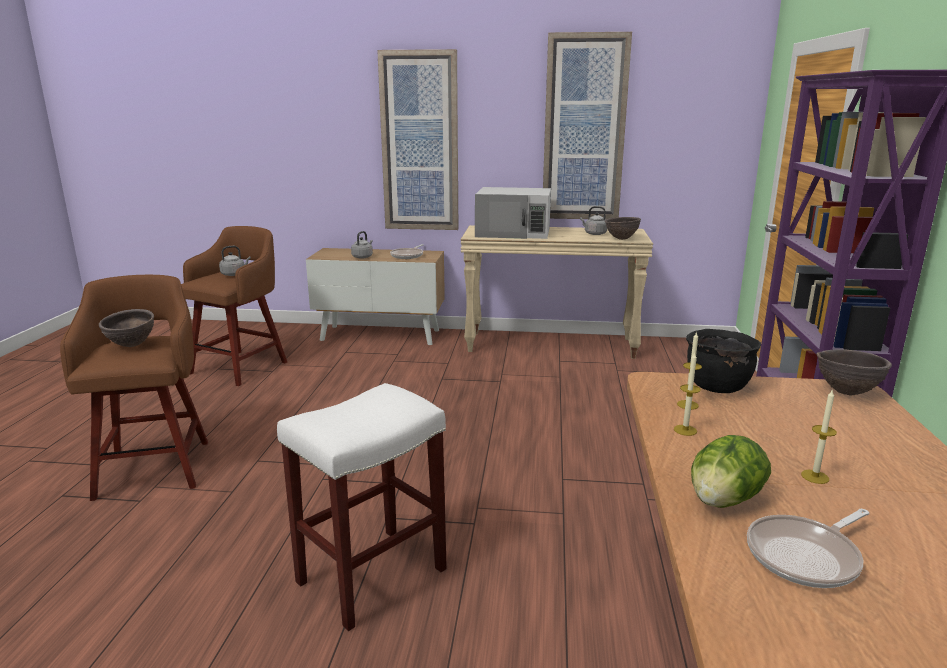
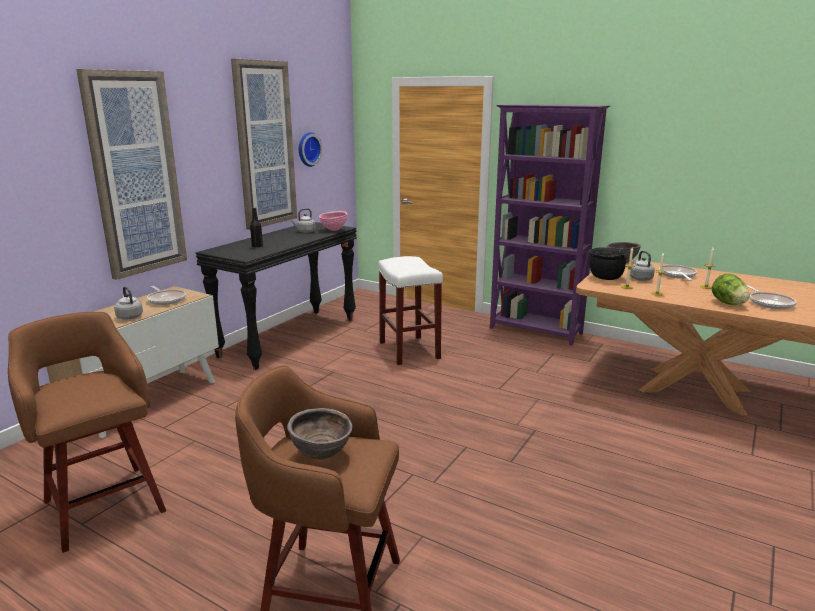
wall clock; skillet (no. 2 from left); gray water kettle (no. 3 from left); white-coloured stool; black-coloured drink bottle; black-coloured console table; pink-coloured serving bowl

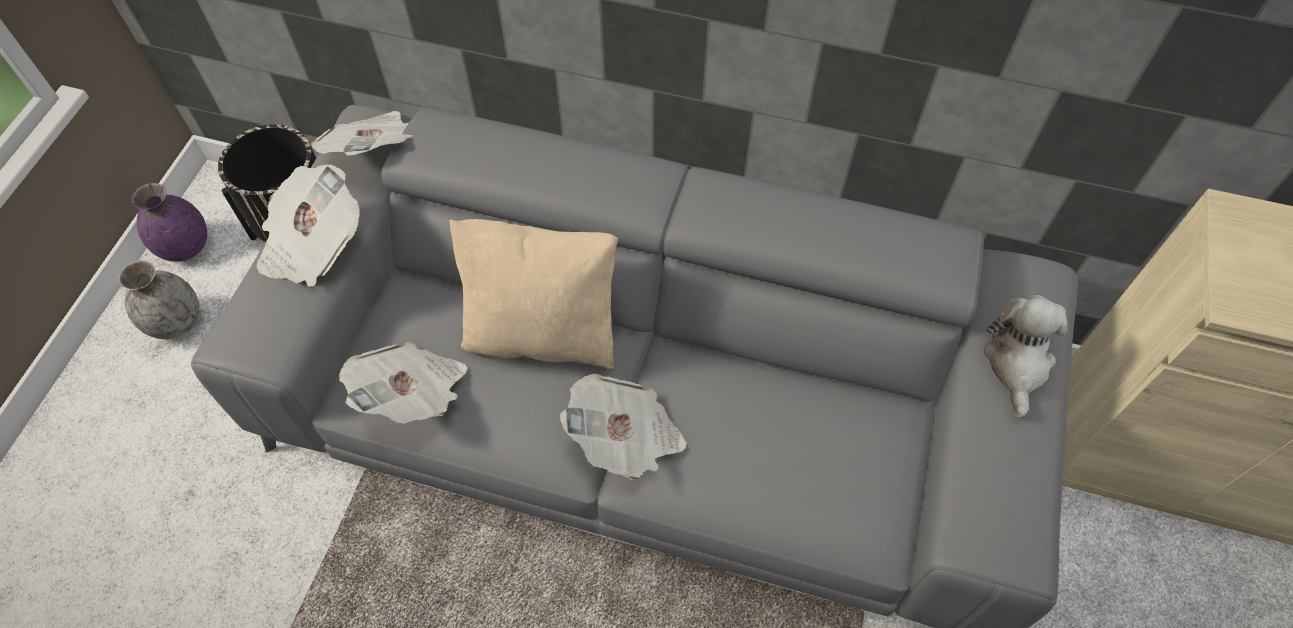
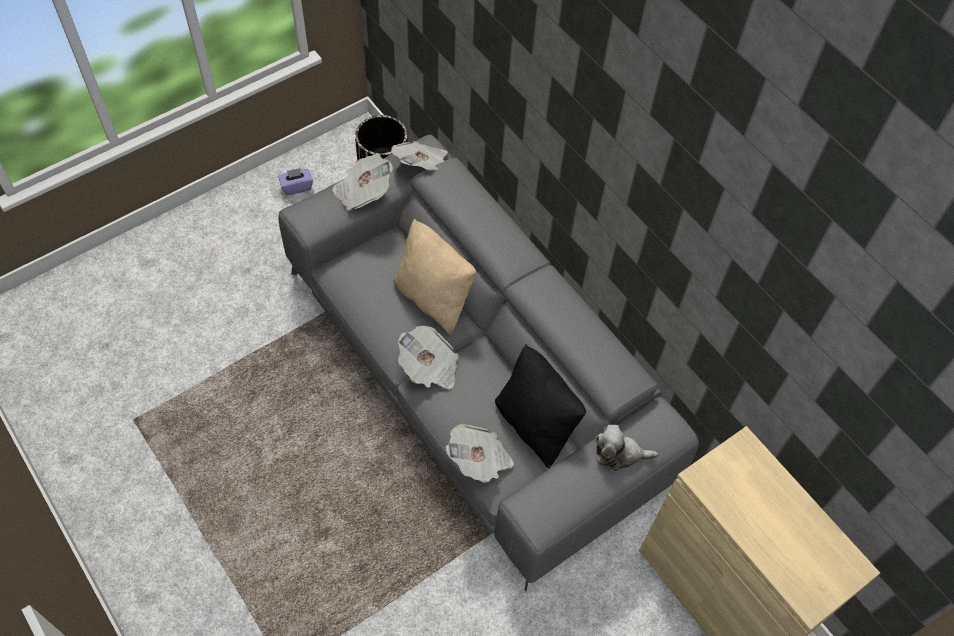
purplish vase; black-coloured throw pillow; printed paper (no. 4 from left); purplish tissue holder; cuddly toy

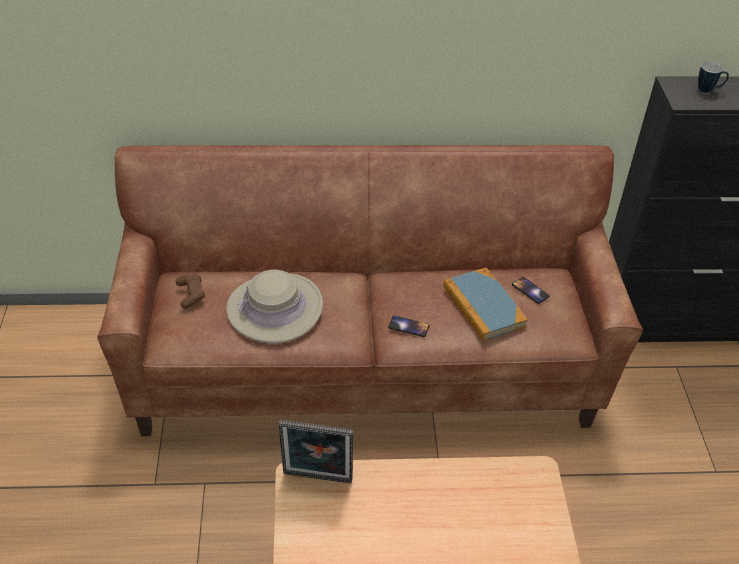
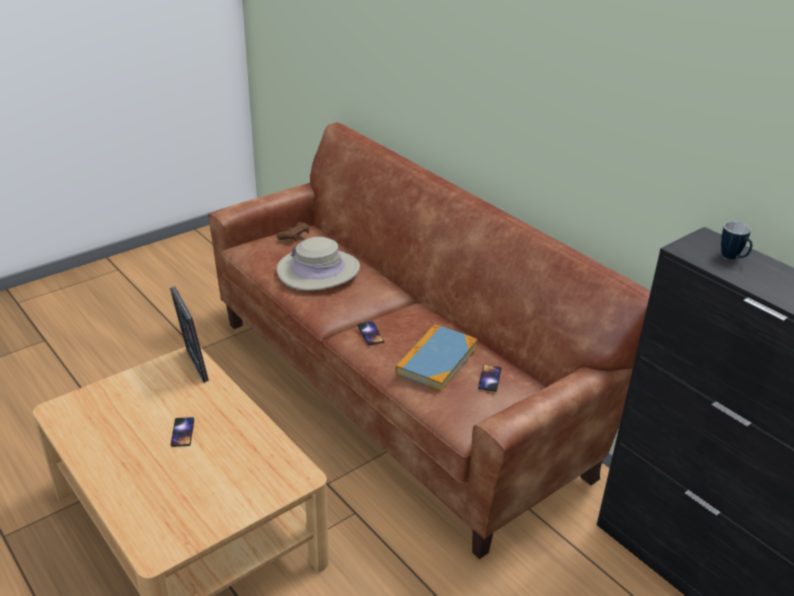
phone (no. 1 from left)

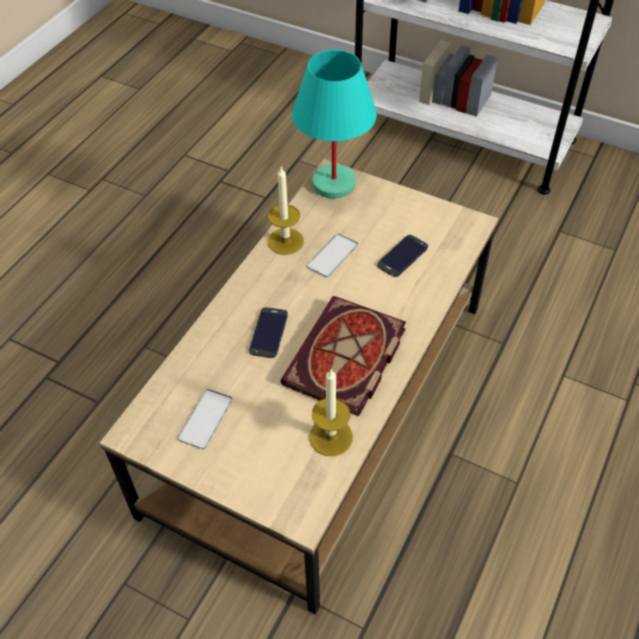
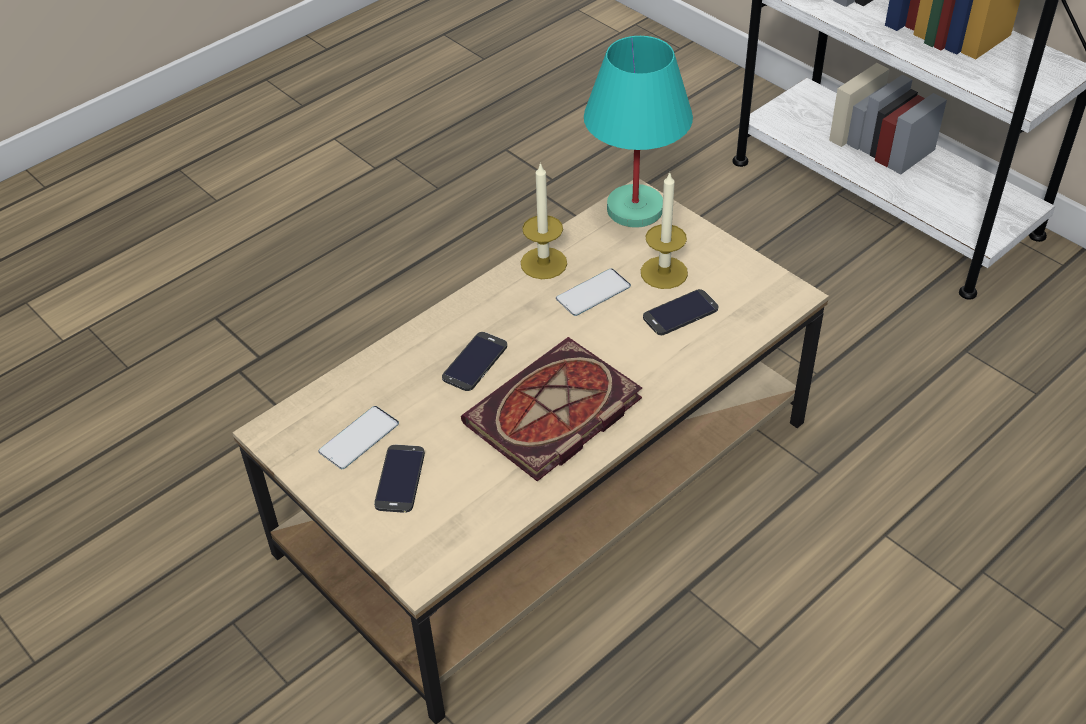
phone (no. 2 from left); wax light (no. 2 from left)

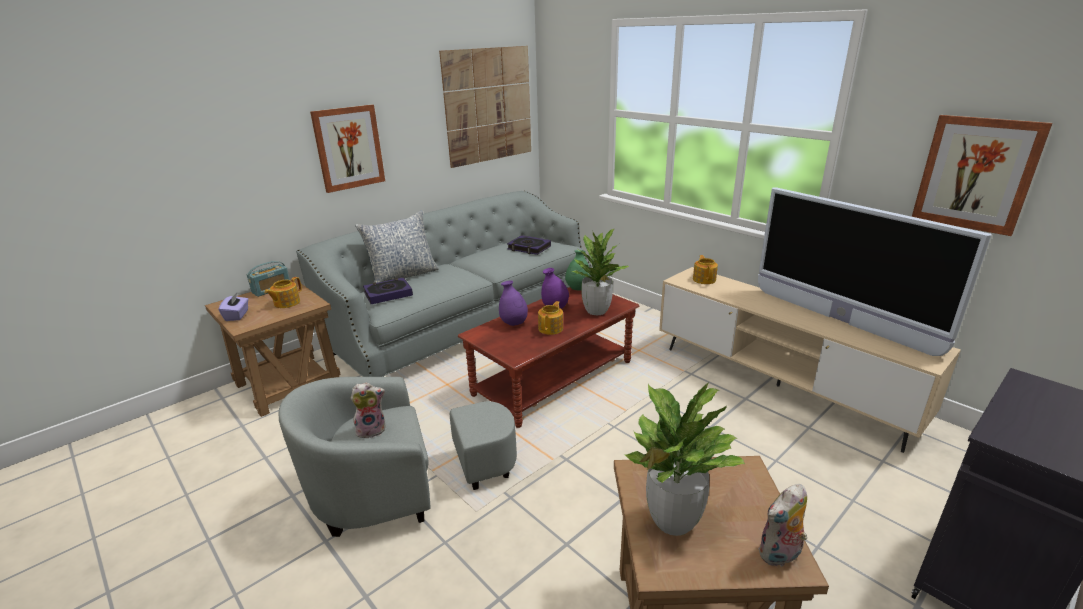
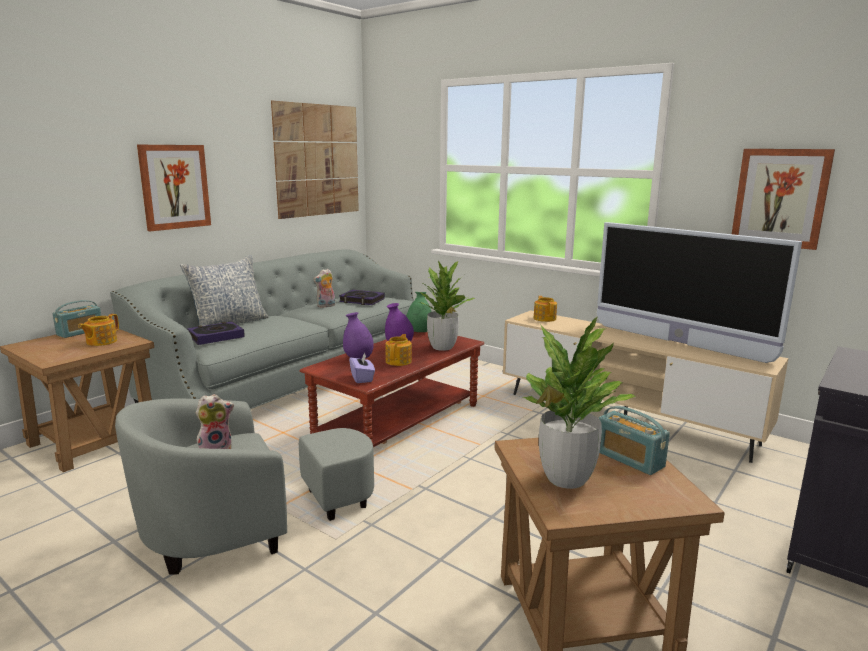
radio (no. 2 from left); purplish tissue holder; cuddly toy (no. 2 from left)

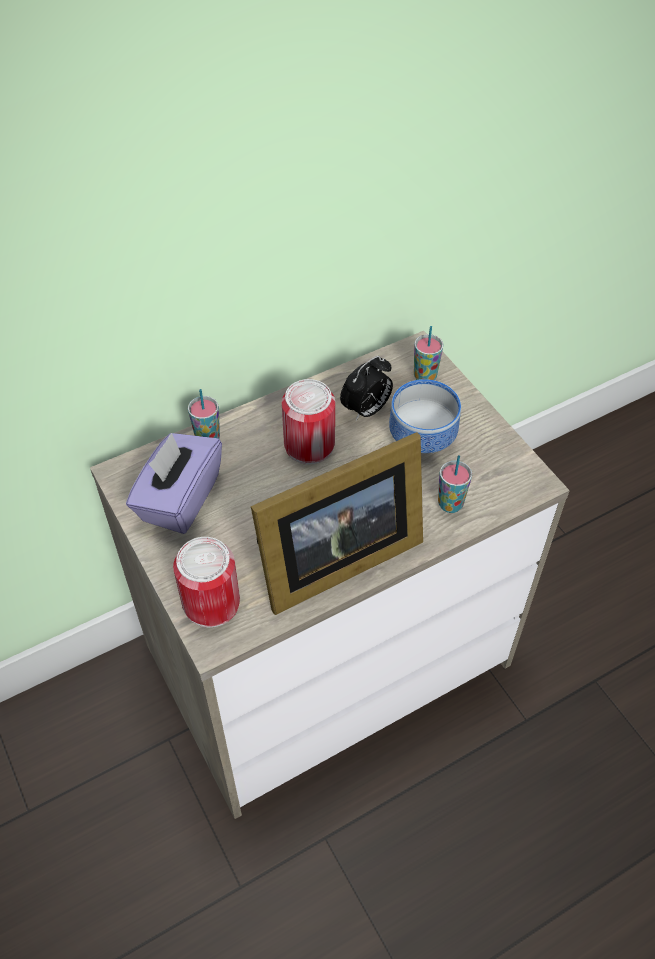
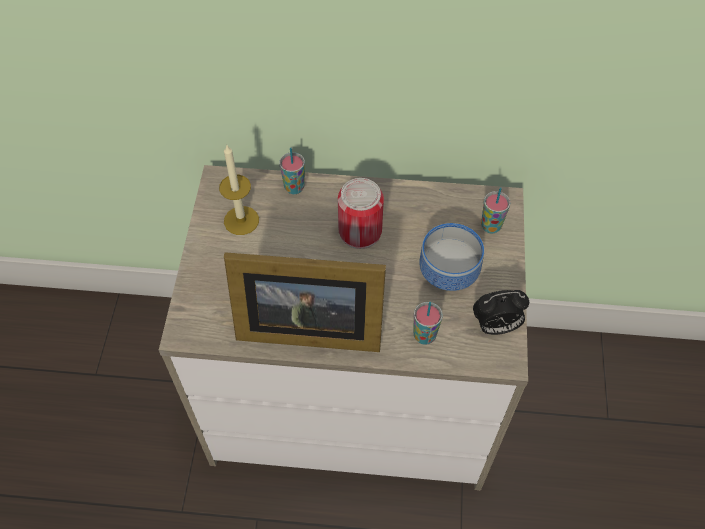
can (no. 1 from left in the first image); bedside clock; wax light

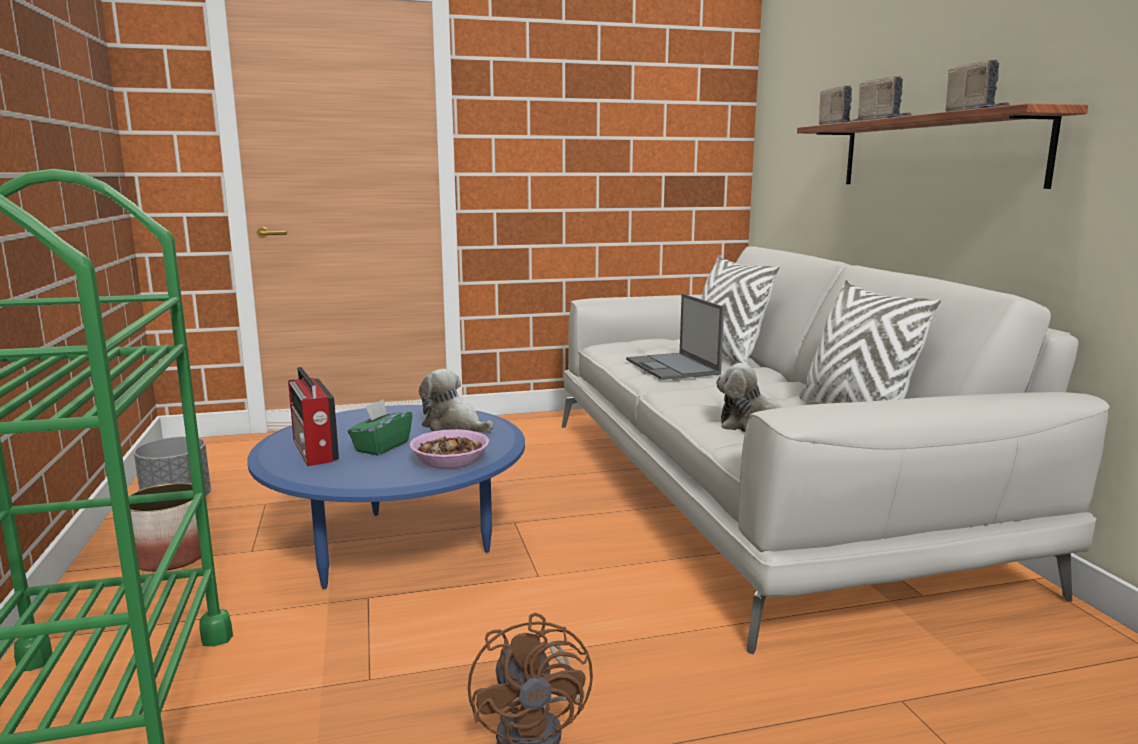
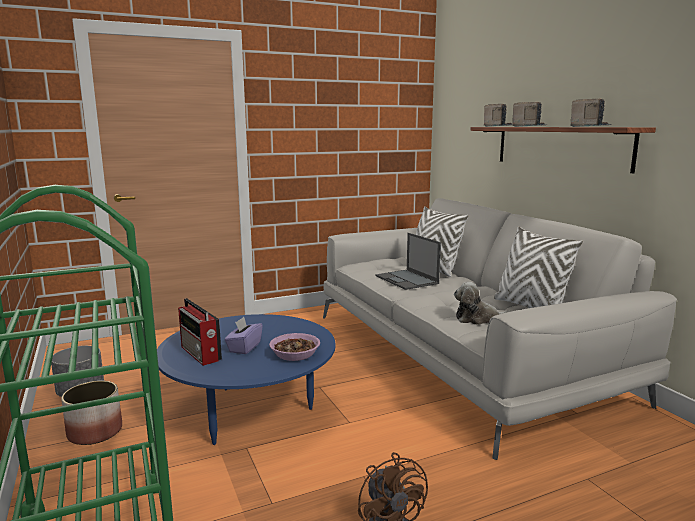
cuddly toy (no. 1 from left in the first image); purplish tissue holder

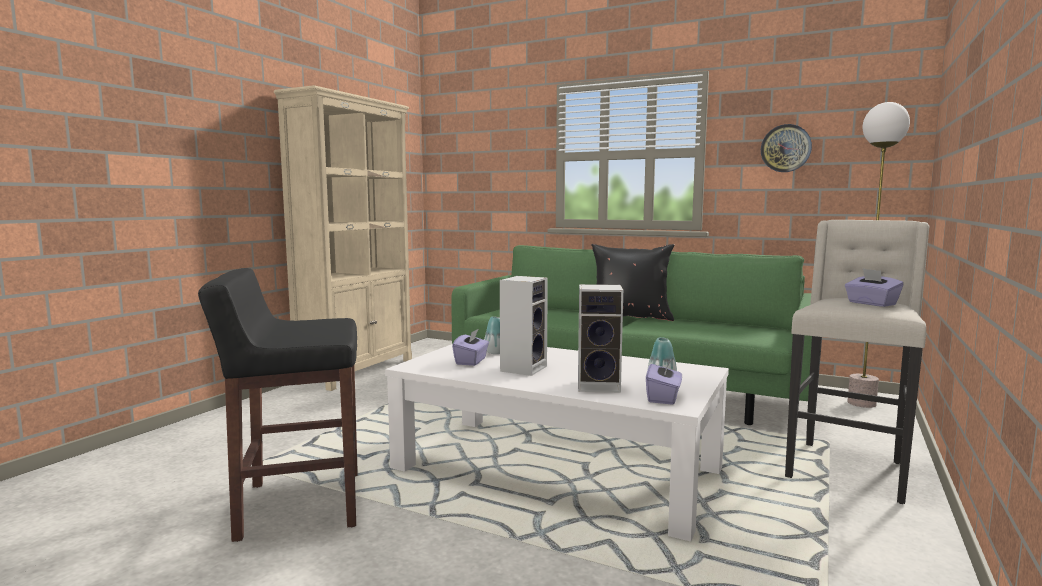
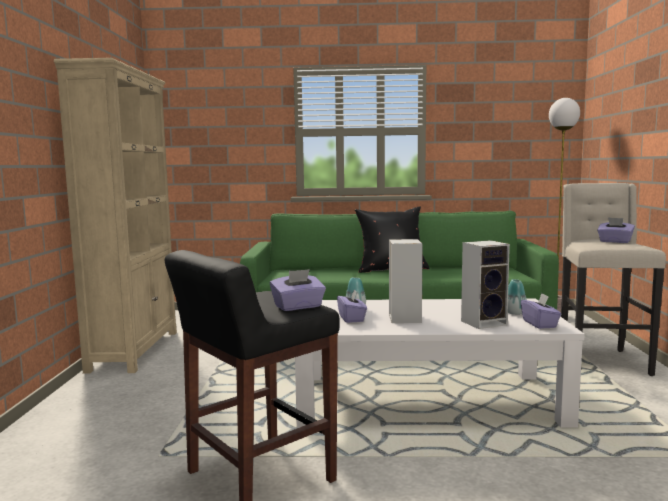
wall clock; purplish tissue holder (no. 1 from left)

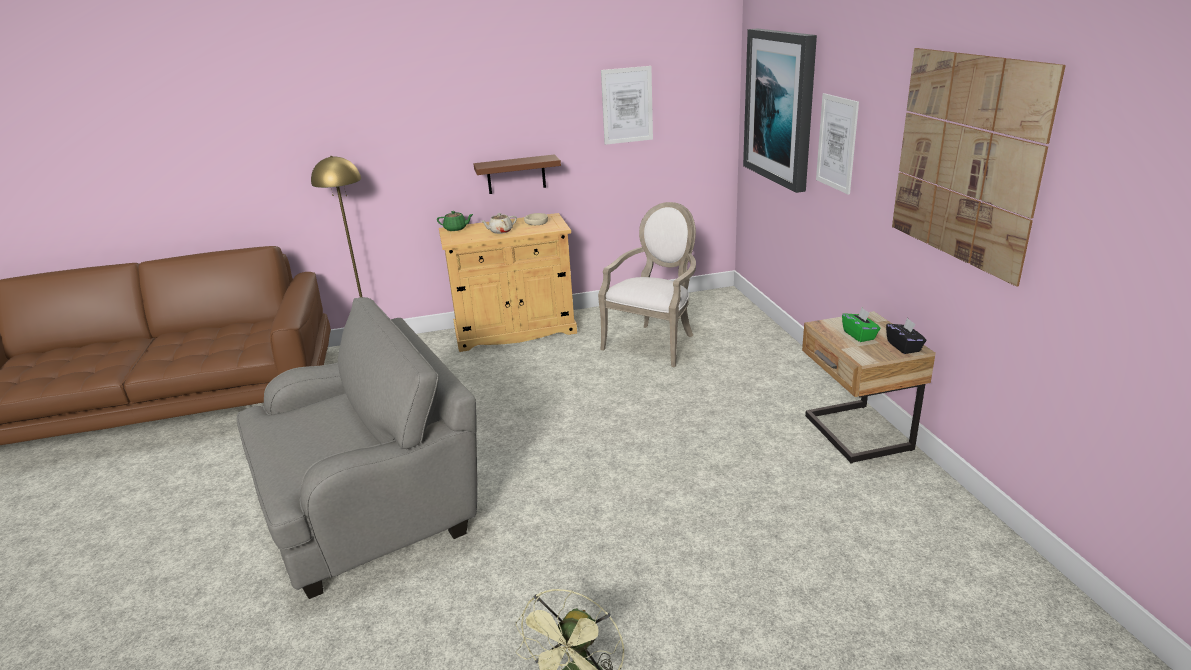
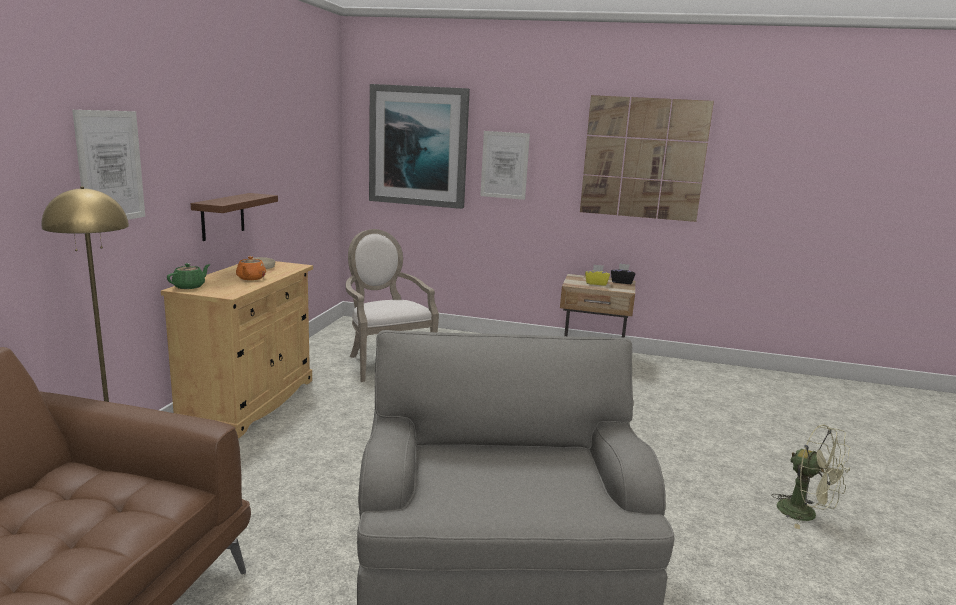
wall picture (no. 1 from left); orangey teapot; yellow tissue holder

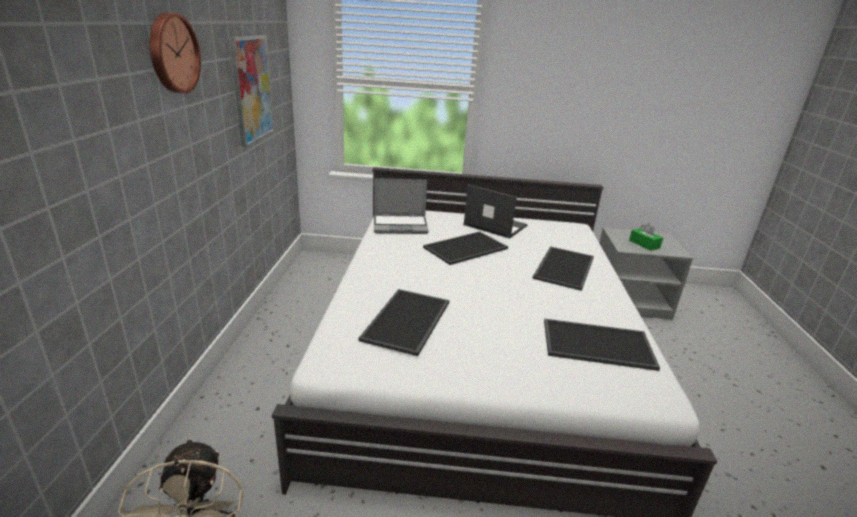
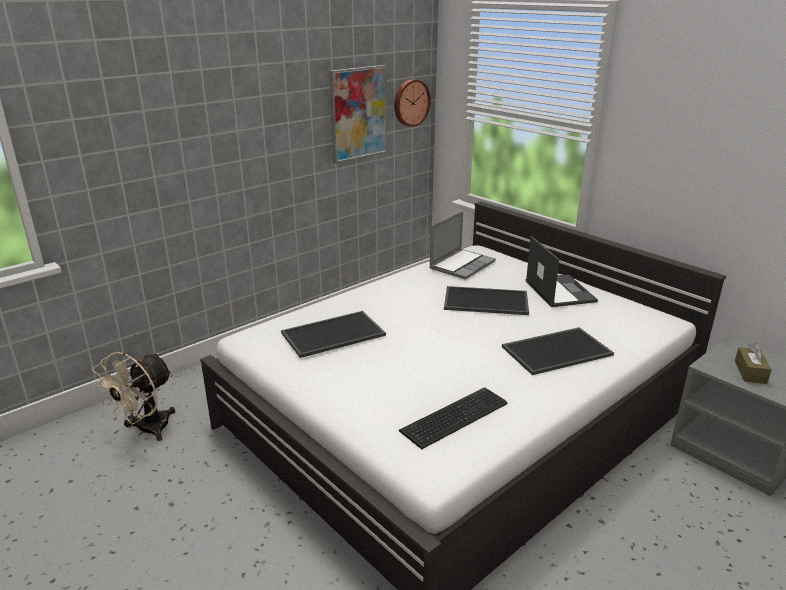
wall clock; computer keyboard; brownish tissue holder; portable computer (no. 1 from left)

